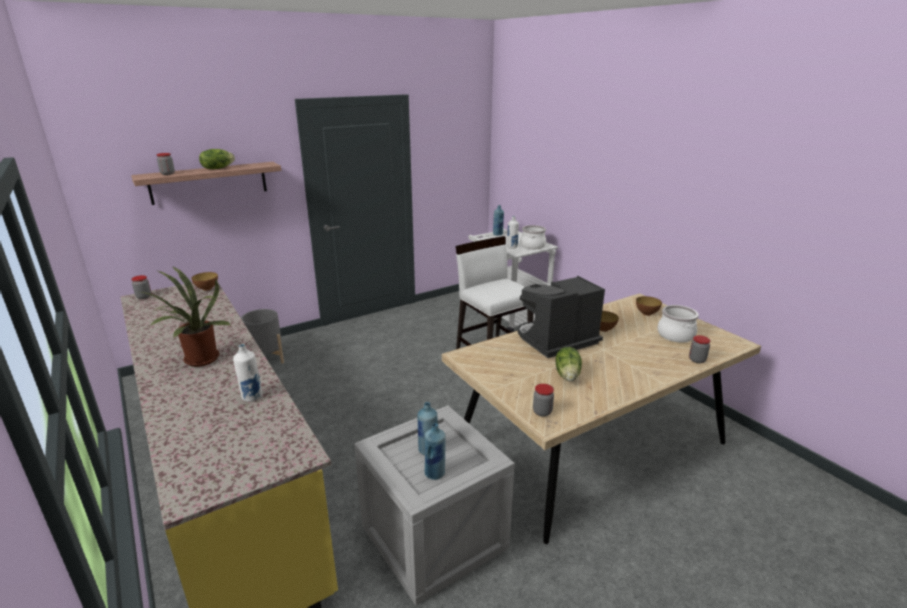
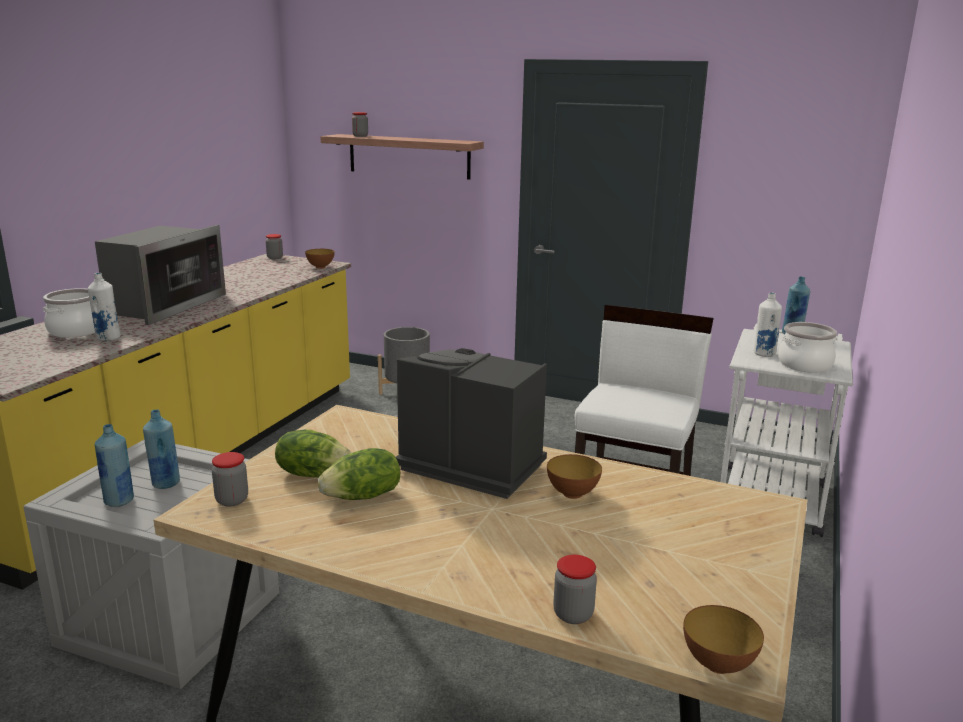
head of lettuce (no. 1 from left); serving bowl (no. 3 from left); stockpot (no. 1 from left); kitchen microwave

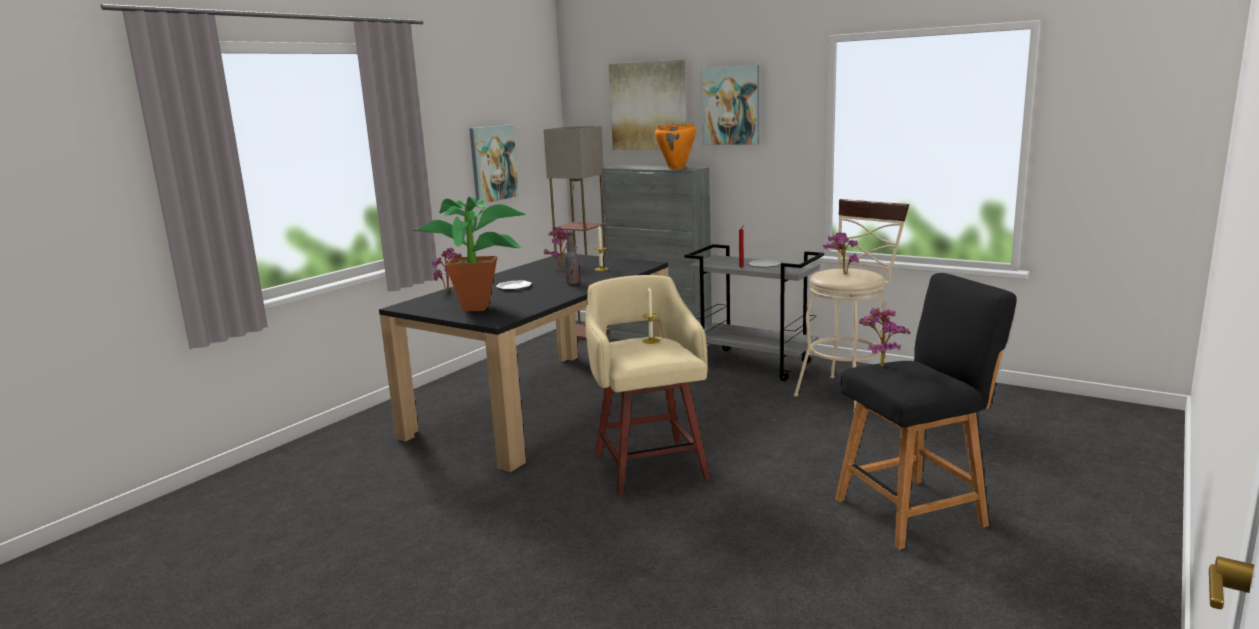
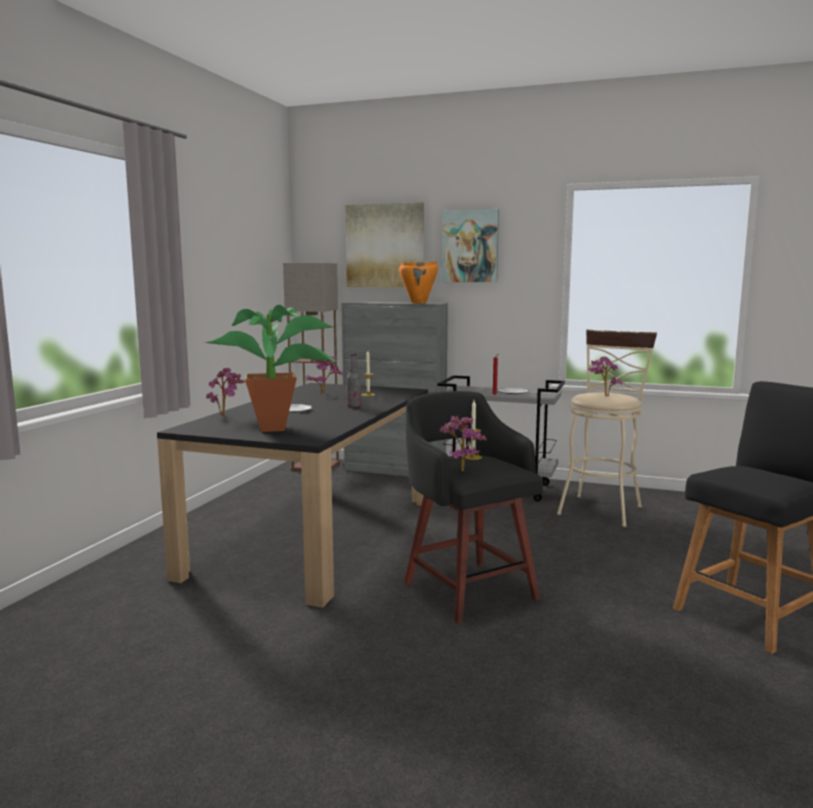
wall picture (no. 1 from left in the first image); houseplant (no. 4 from left); black-coloured stool (no. 1 from left)

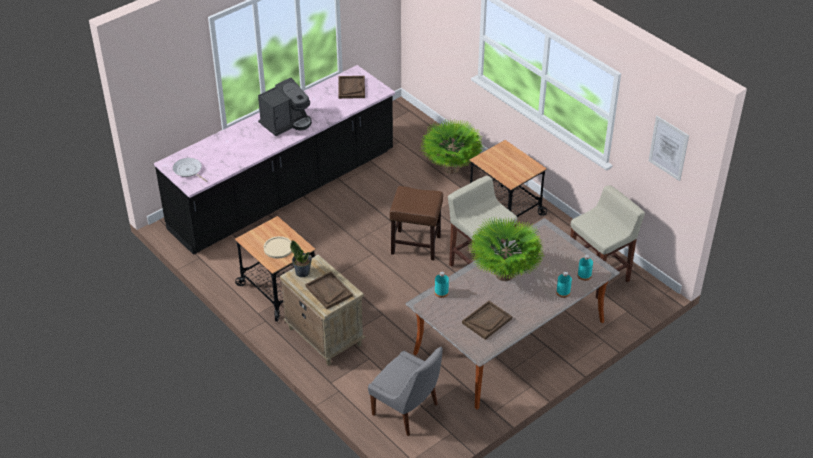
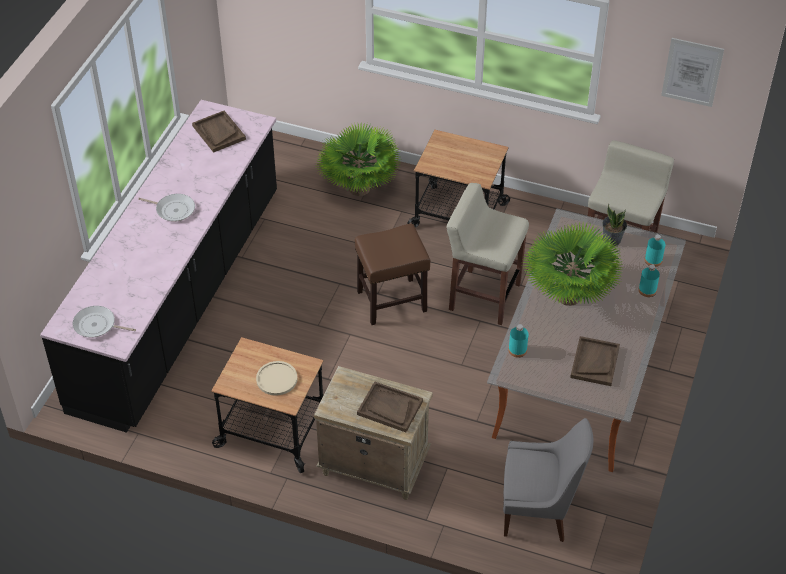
houseplant (no. 3 from left); skillet (no. 2 from left)

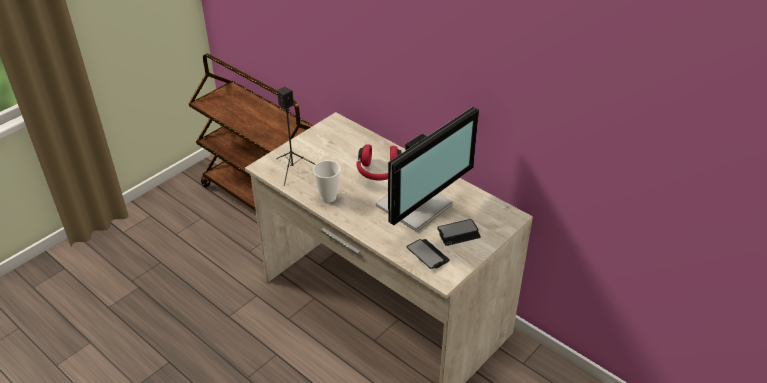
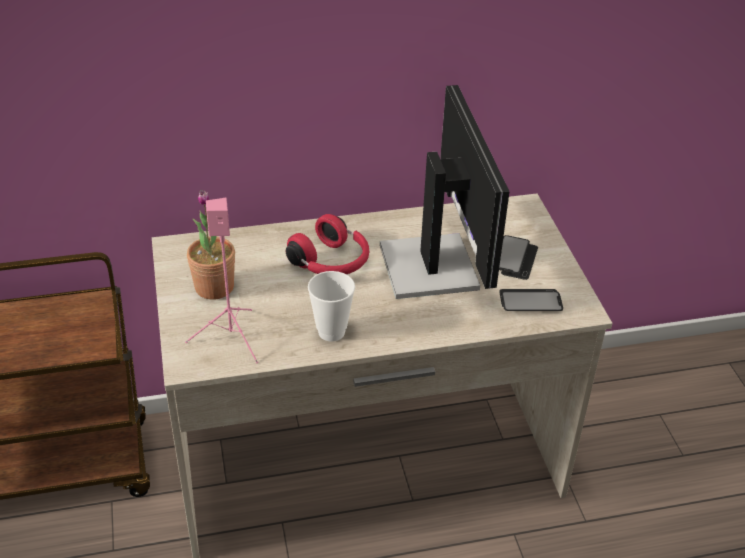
houseplant; pink-coloured audio speaker

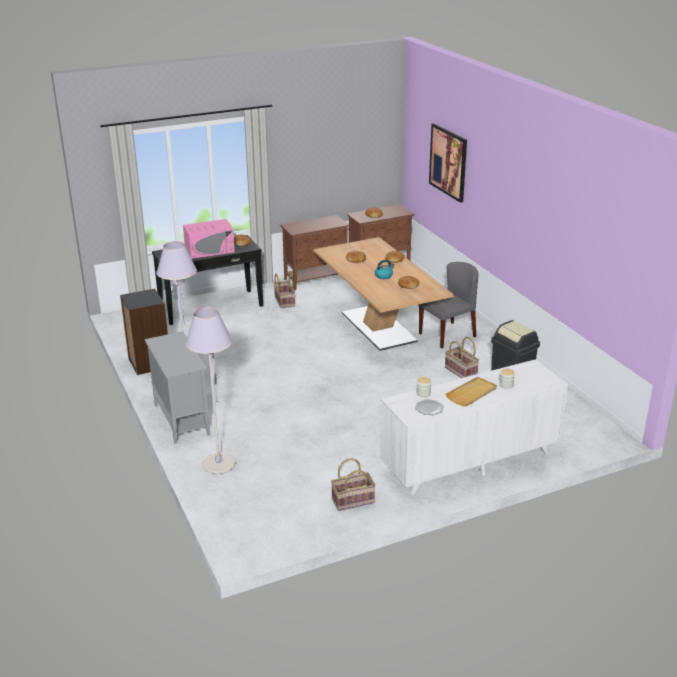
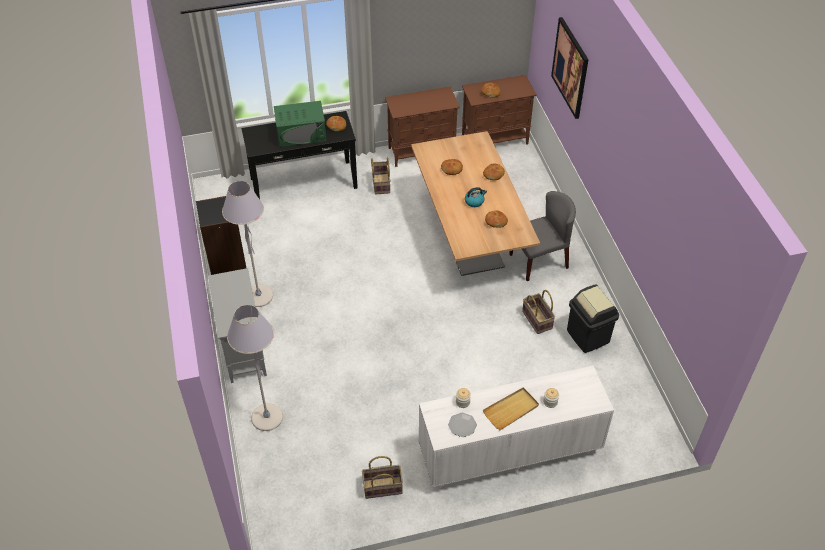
green-coloured kitchen microwave

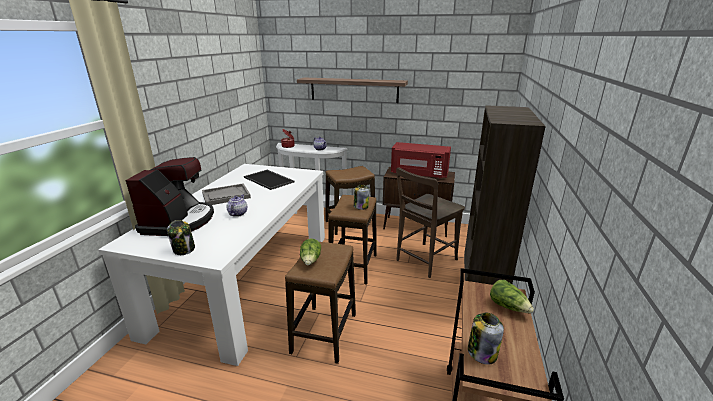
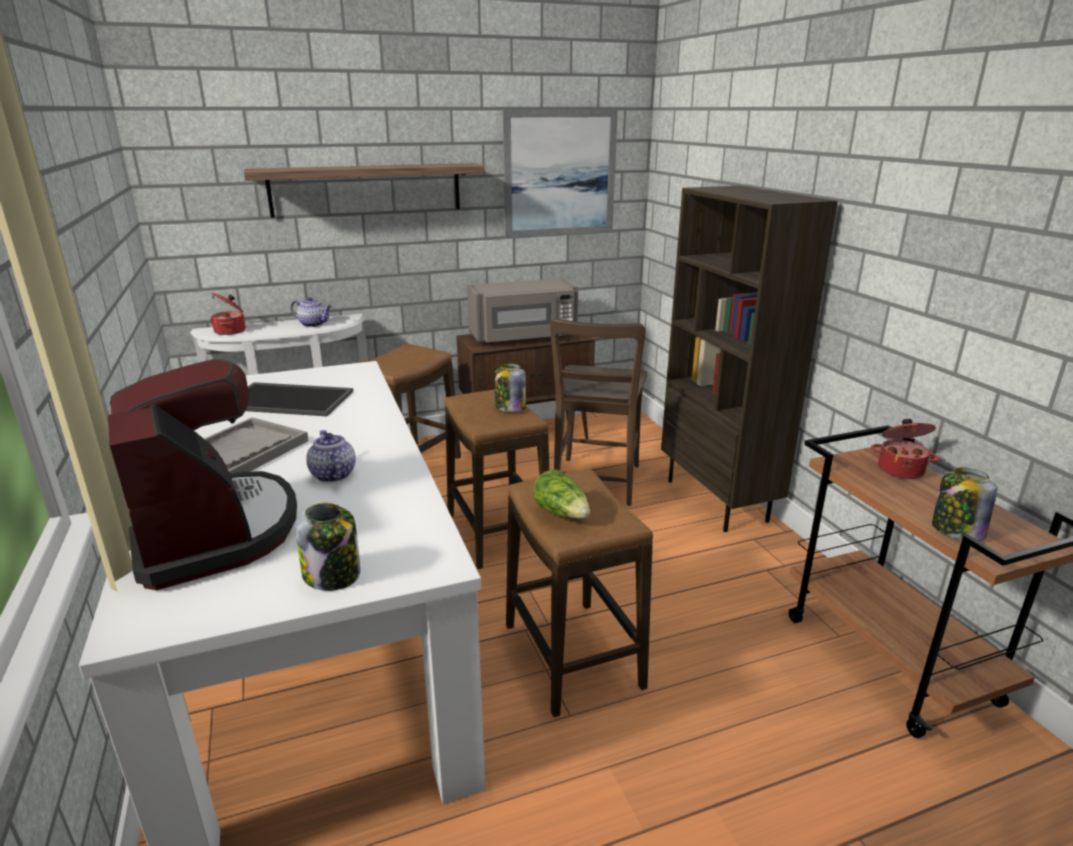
wall picture; stockpot (no. 2 from left); gray kitchen microwave

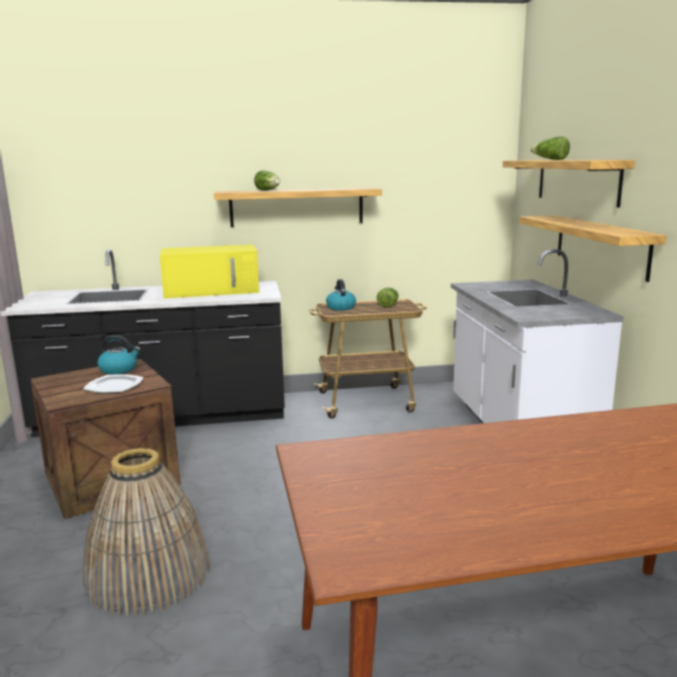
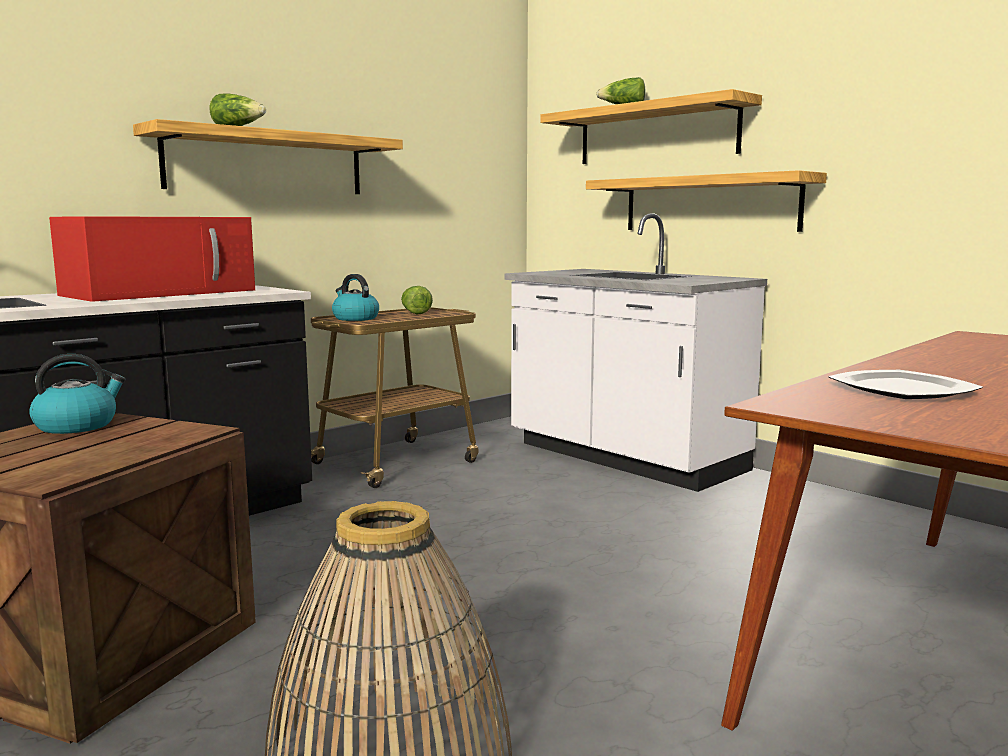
plate; red kitchen microwave

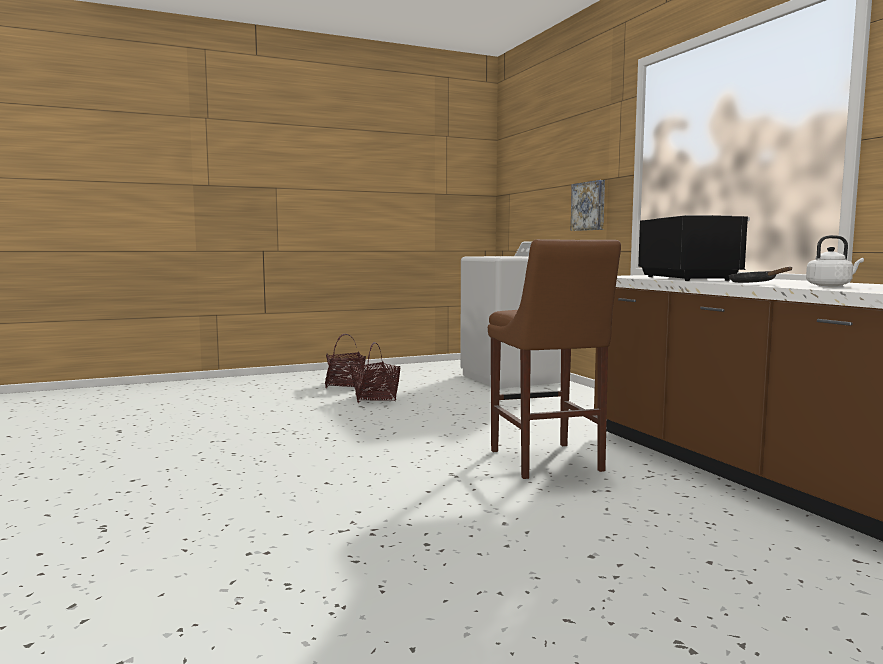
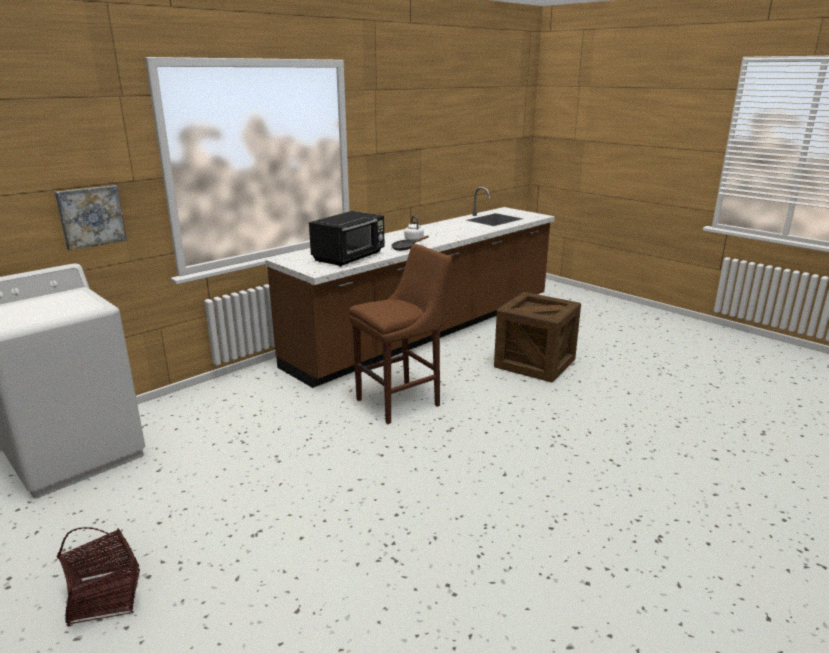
household basket (no. 2 from left in the first image); packing crate; black-coloured kitchen microwave

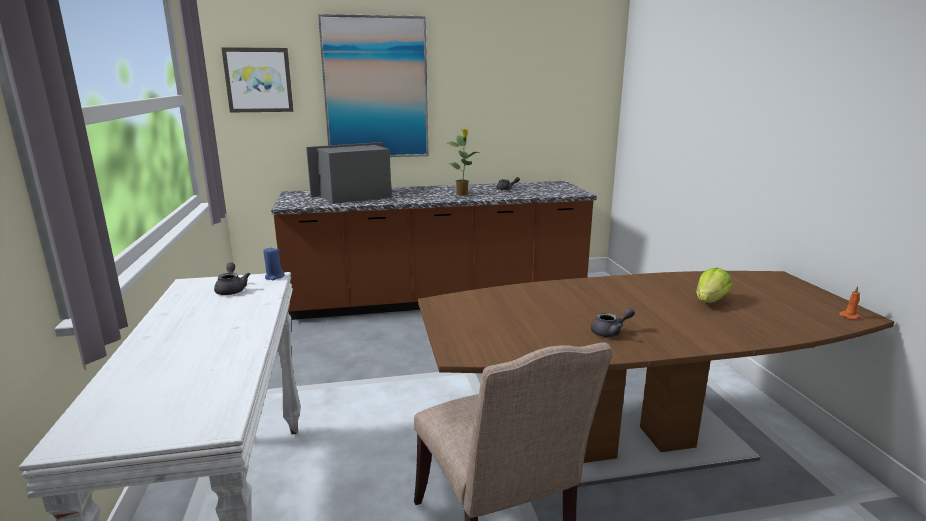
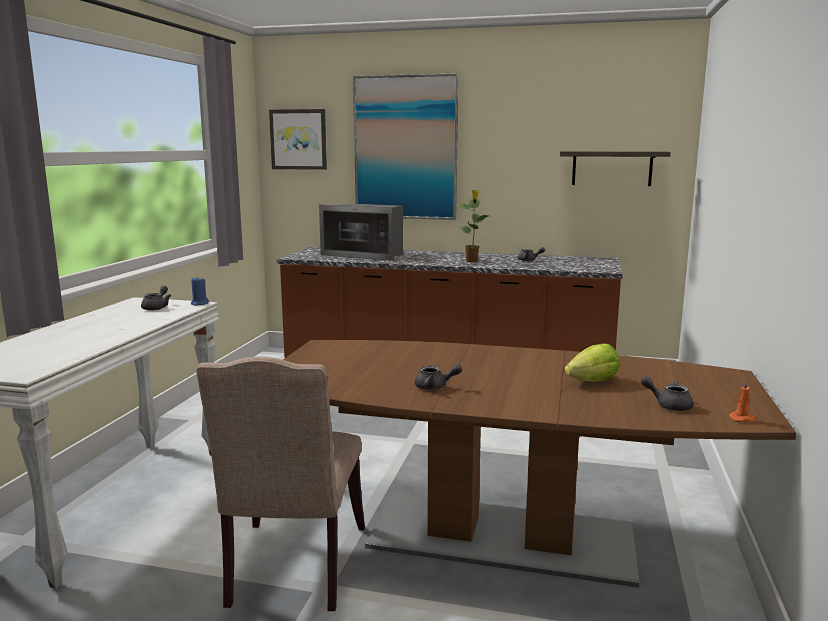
wall shelf; gray teapot (no. 4 from left); kitchen microwave

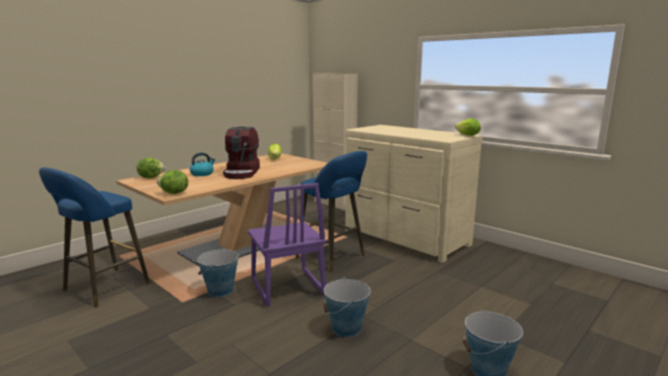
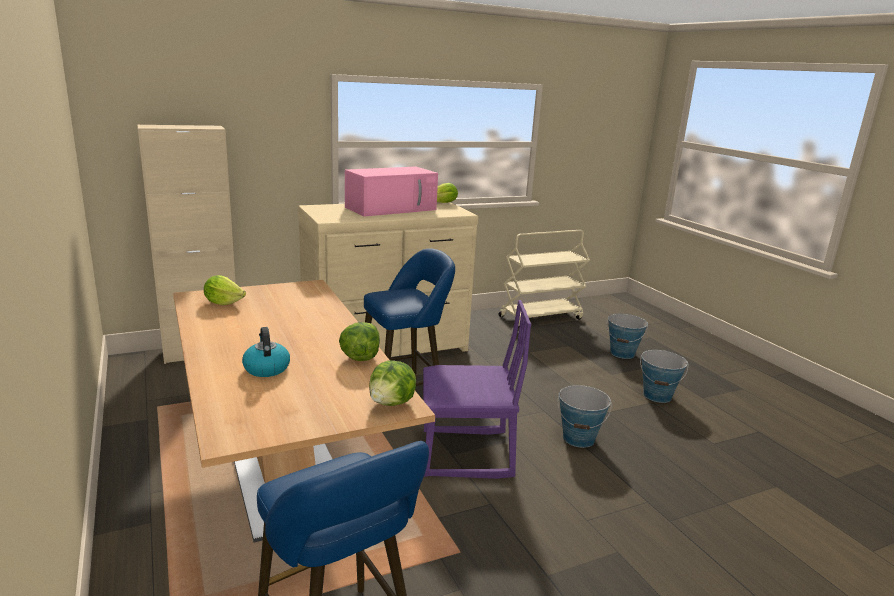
coffee brewer; pink-coloured kitchen microwave; sand-coloured trolley; head of lettuce (no. 2 from left); bucket (no. 2 from left)

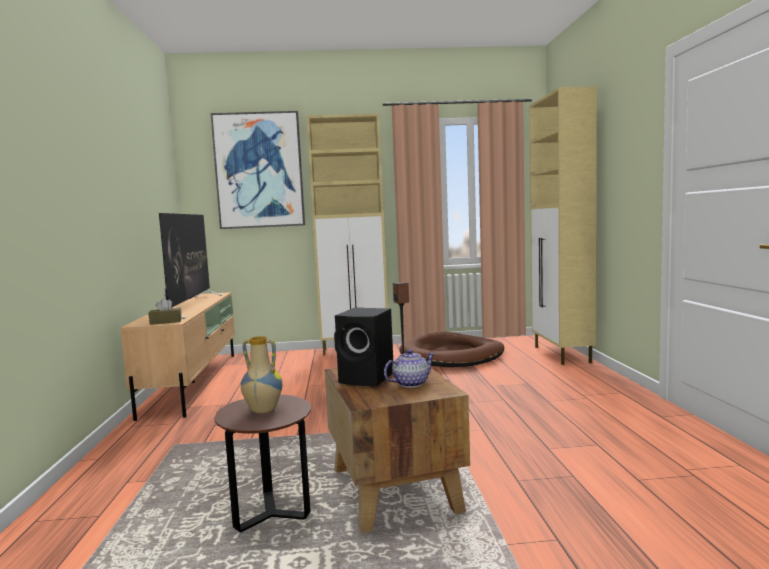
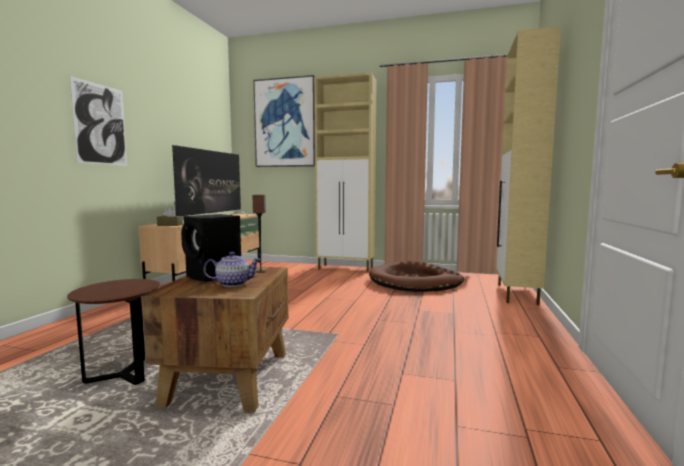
vase; wall picture (no. 1 from left)

